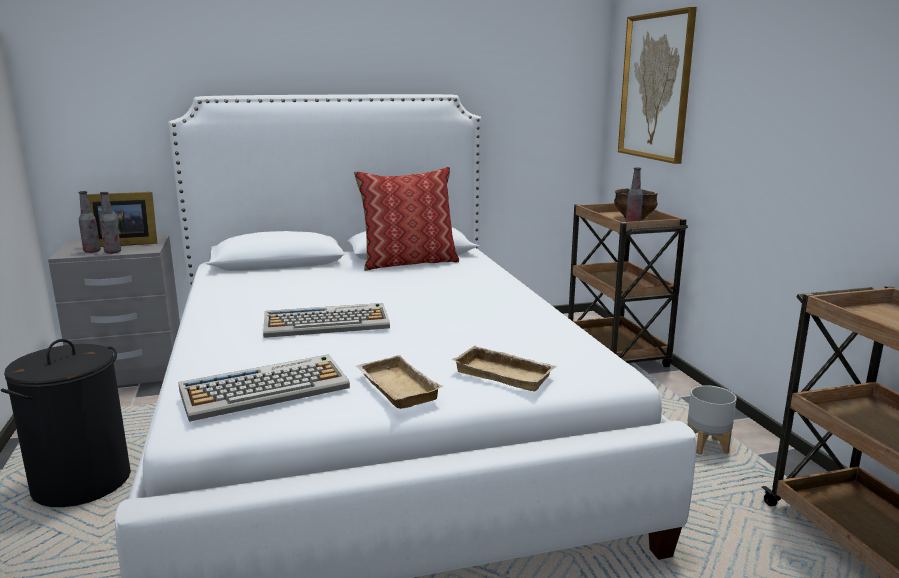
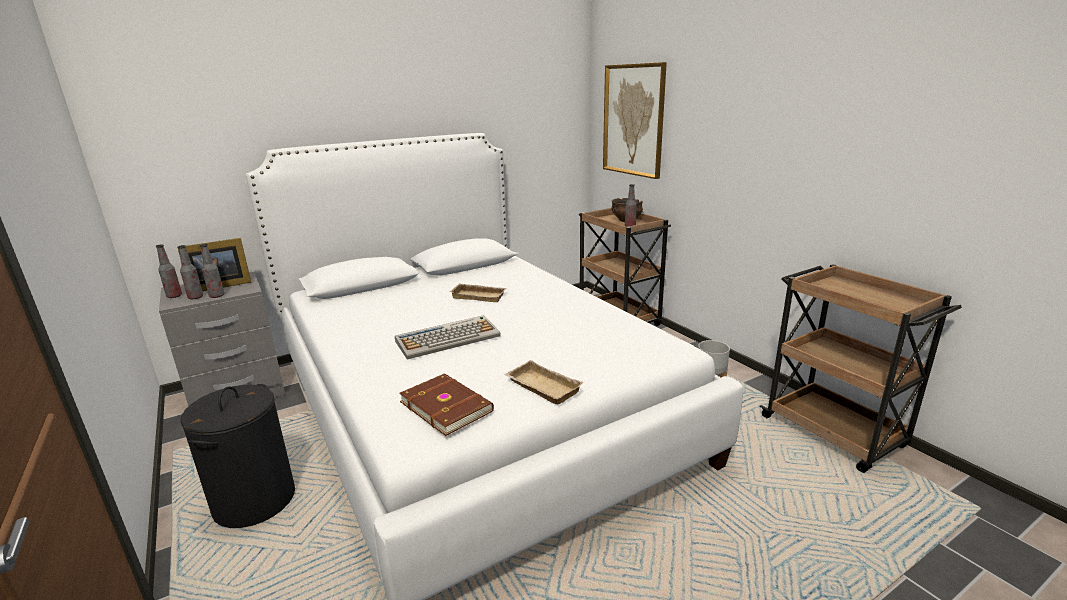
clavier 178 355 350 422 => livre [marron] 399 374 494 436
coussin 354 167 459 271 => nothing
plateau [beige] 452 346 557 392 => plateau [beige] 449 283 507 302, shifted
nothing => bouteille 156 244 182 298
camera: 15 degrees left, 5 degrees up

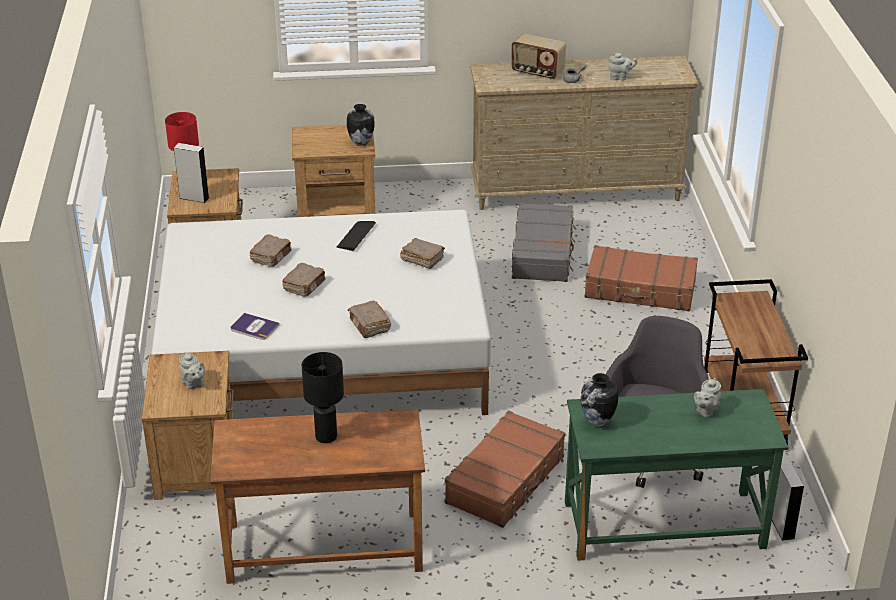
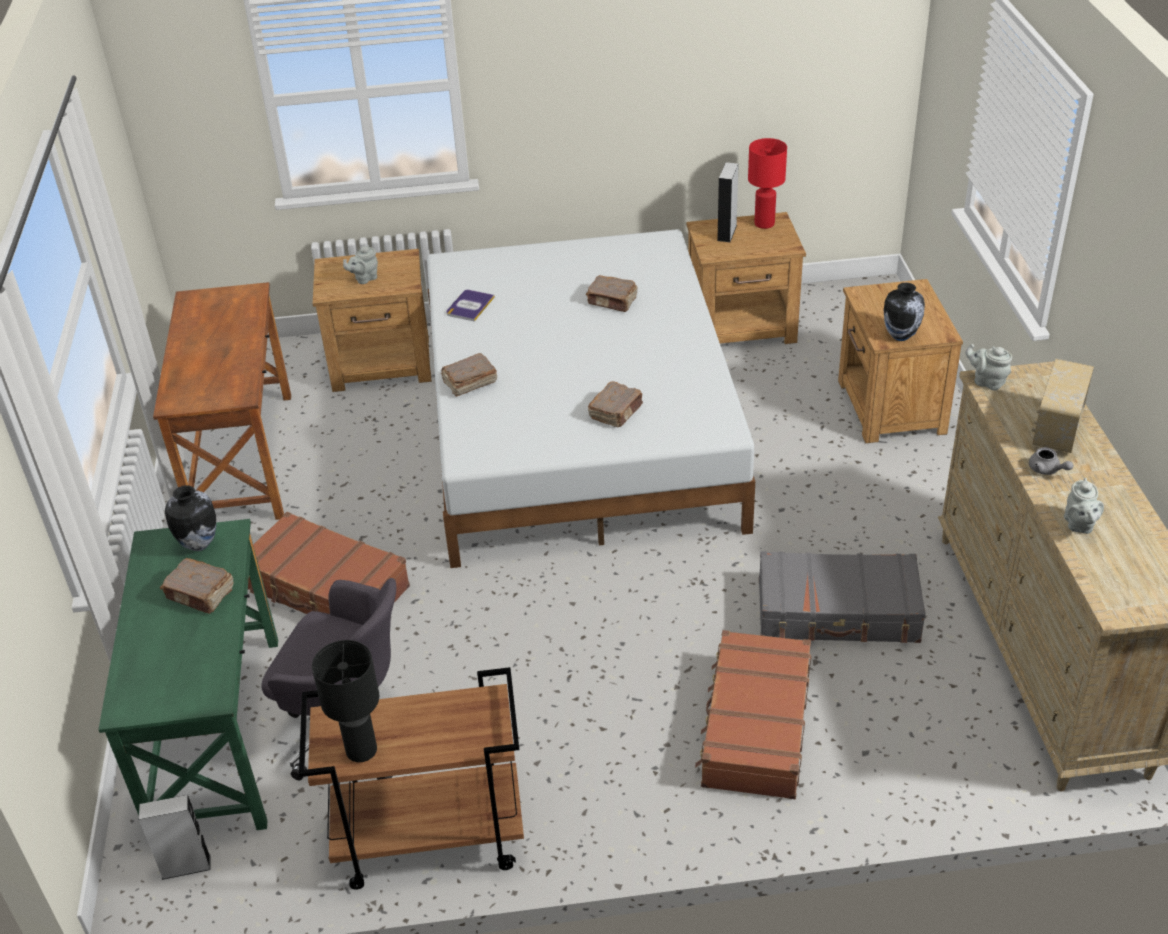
livre [marron] 282 263 326 297 => livre [marron] 160 558 234 614, shifted
lampe de table [noir] 302 352 344 443 => lampe de table [noir] 312 640 379 762, shifted
clavier 337 221 376 251 => nothing
théière [gris] 694 378 721 418 => théière [gris] 965 344 1012 390, shifted
camera: 90 degrees right, 5 degrees up

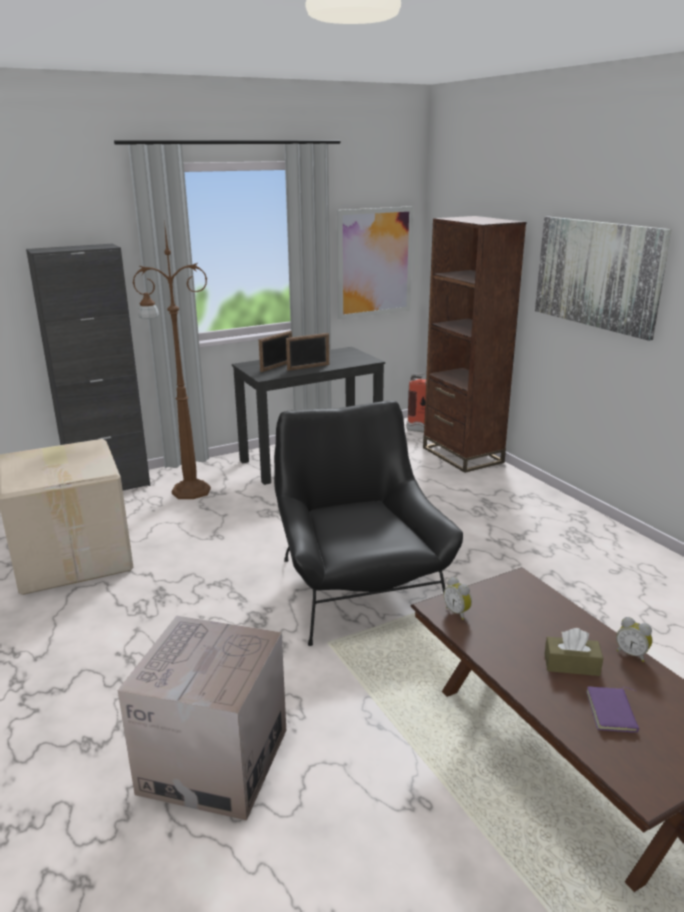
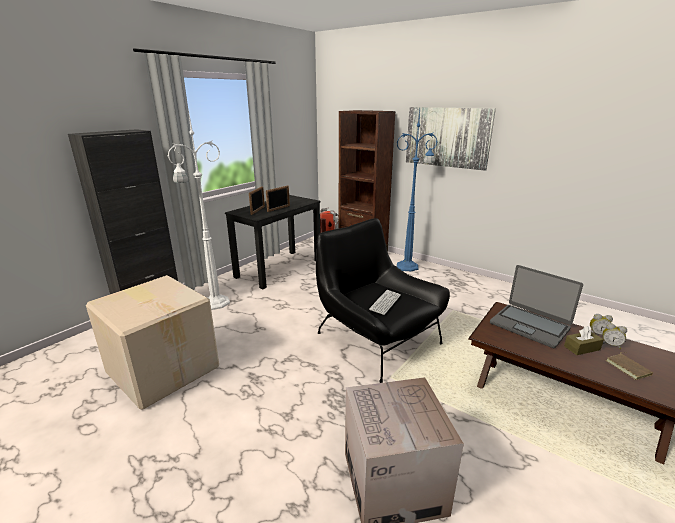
lampadaire [marron] 132 221 211 499 => lampadaire [blanc] 168 109 230 310
tableau 337 206 413 319 => nothing
réveil 444 577 472 620 => réveil 603 323 627 349, shifted
livre [violet] 586 686 639 733 => livre [marron] 606 352 653 380
nothing => clavier 369 290 401 315
nothing => lampadaire [bleu] 397 111 437 271
nothing => ordinateur portable 490 265 583 348
camera: 25 degrees left, 0 degrees up

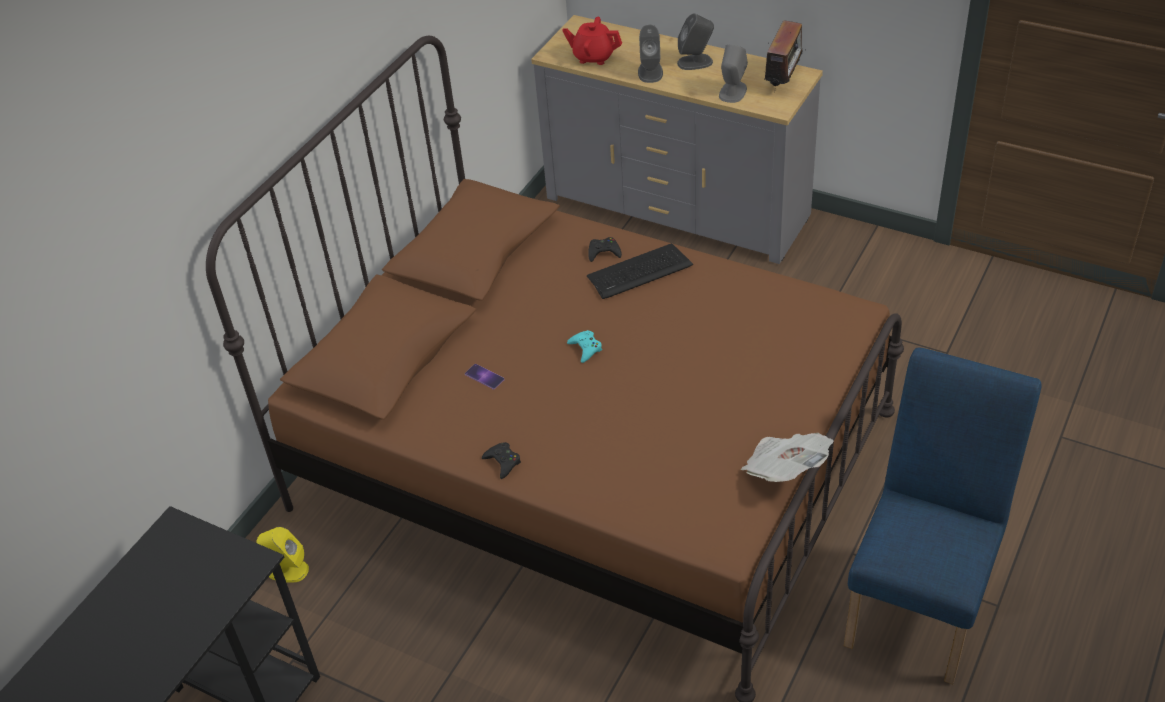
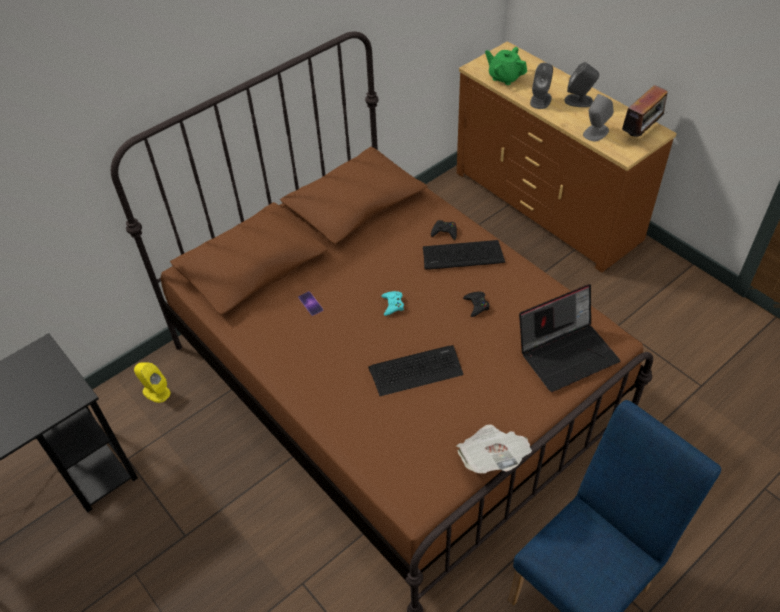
manette [noir] 482 442 521 479 => manette [noir] 463 292 490 317, shifted
commode [gris] 531 15 823 264 => commode [marron] 457 41 677 273
théière [rouge] 562 17 622 65 => théière [vert] 485 47 527 85
nothing => clavier 368 345 463 396
nothing => ordinateur portable 519 284 620 392
camera: 20 degrees right, 5 degrees up

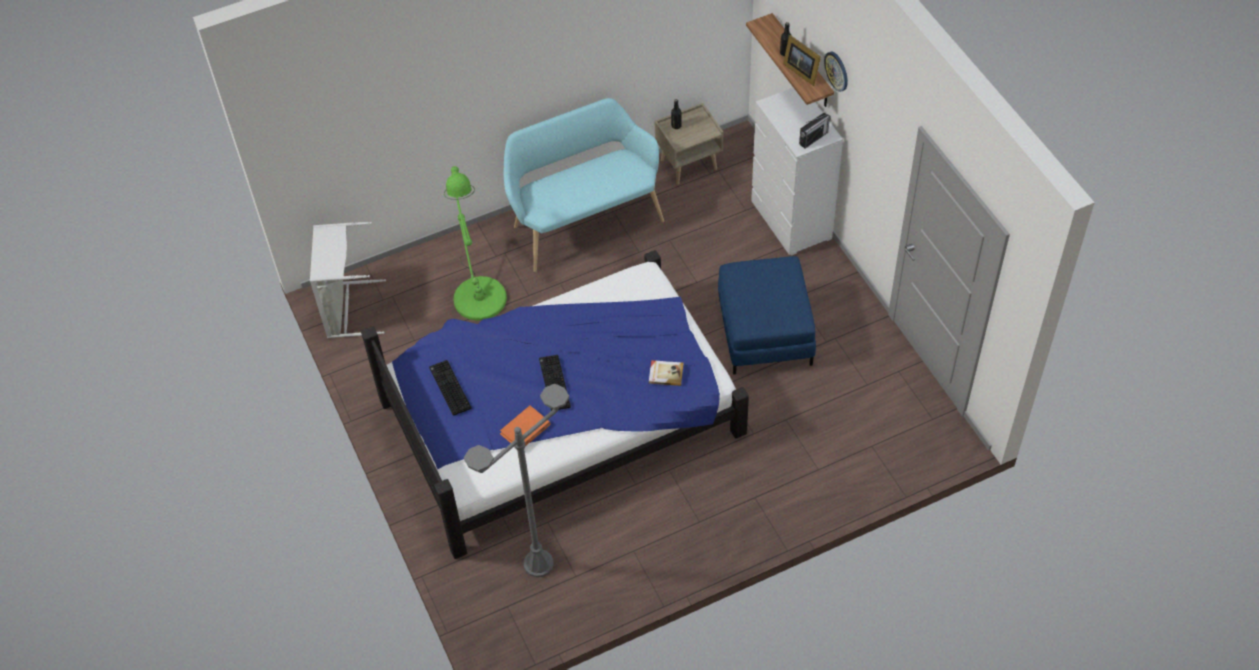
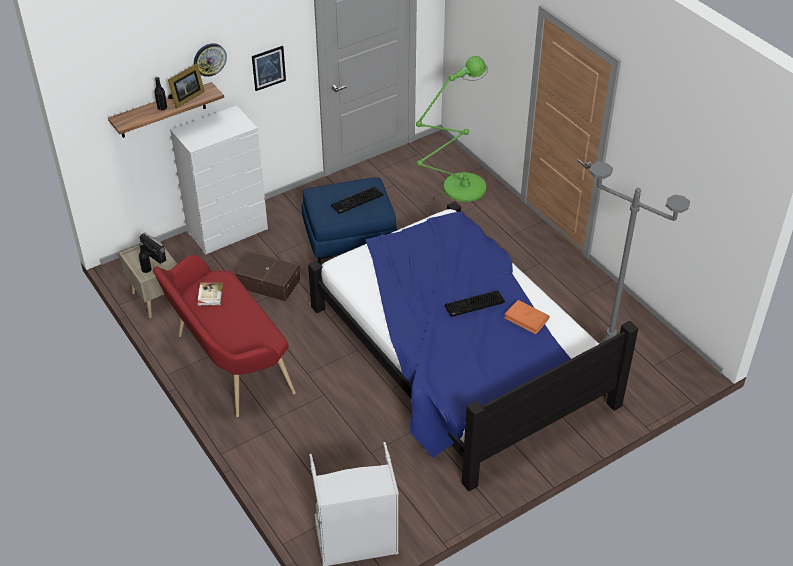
clavier 429 360 472 416 => clavier 331 187 383 214, shifted
lampadaire [vert] 444 166 507 321 => lampadaire [vert] 416 56 488 204, shifted
banc [turquoise] 504 98 664 272 => banc [rouge] 153 255 296 417
livre 649 360 684 386 => livre 197 283 223 306, shifted
radio 799 113 831 148 => radio 140 233 166 264, shifted
nothing => boîte de rangement [marron] 235 251 300 301
nothing => tableau 252 46 286 91
camera: 100 degrees left, 10 degrees down

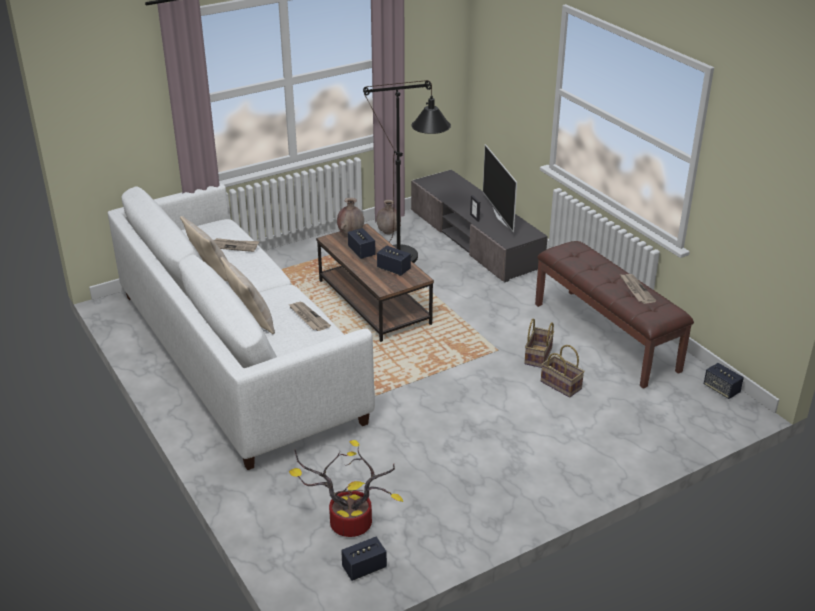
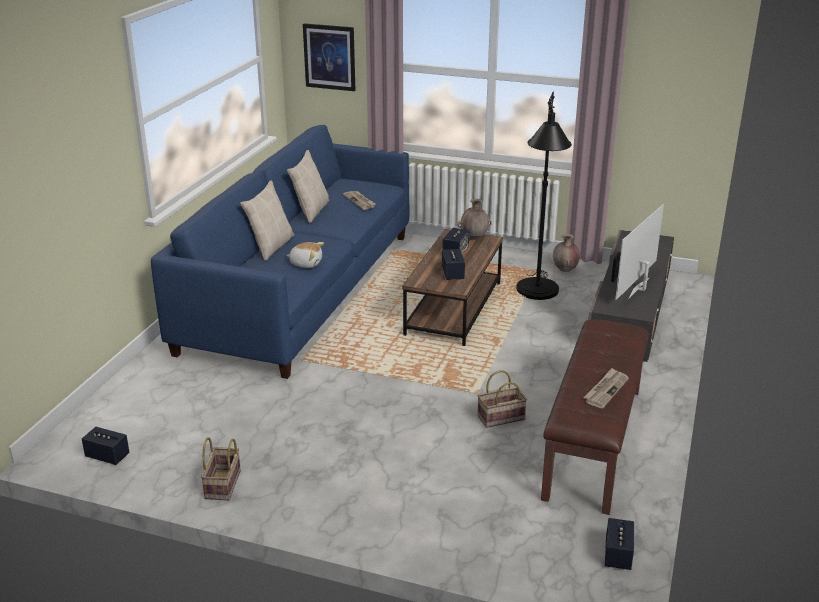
canapé [blanc] 108 183 375 470 => canapé [bleu] 151 125 410 379
journal 288 302 331 331 => peluche 286 242 324 268
plante en pot 289 440 403 537 => nothing
panier 541 345 585 398 => panier 201 437 241 500, shifted
nothing => tableau 303 23 355 91
camera: 50 degrees right, 5 degrees down

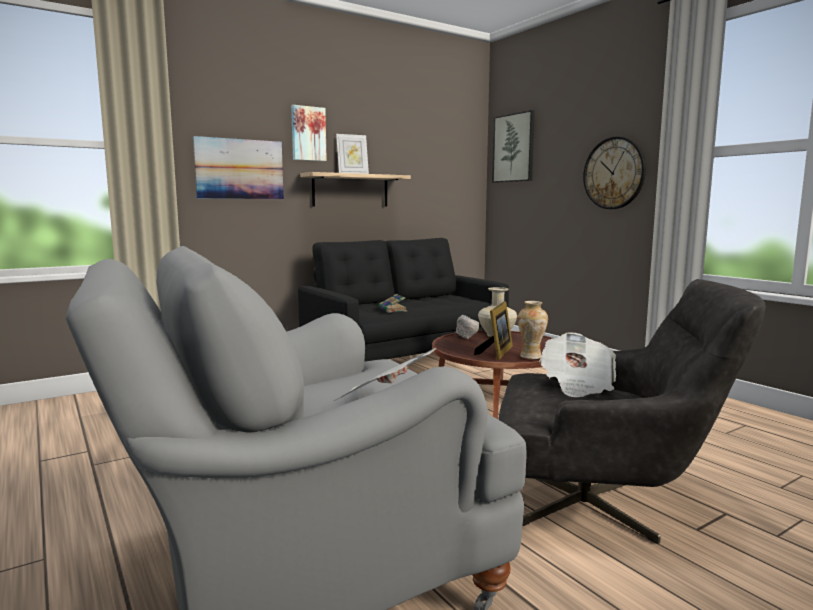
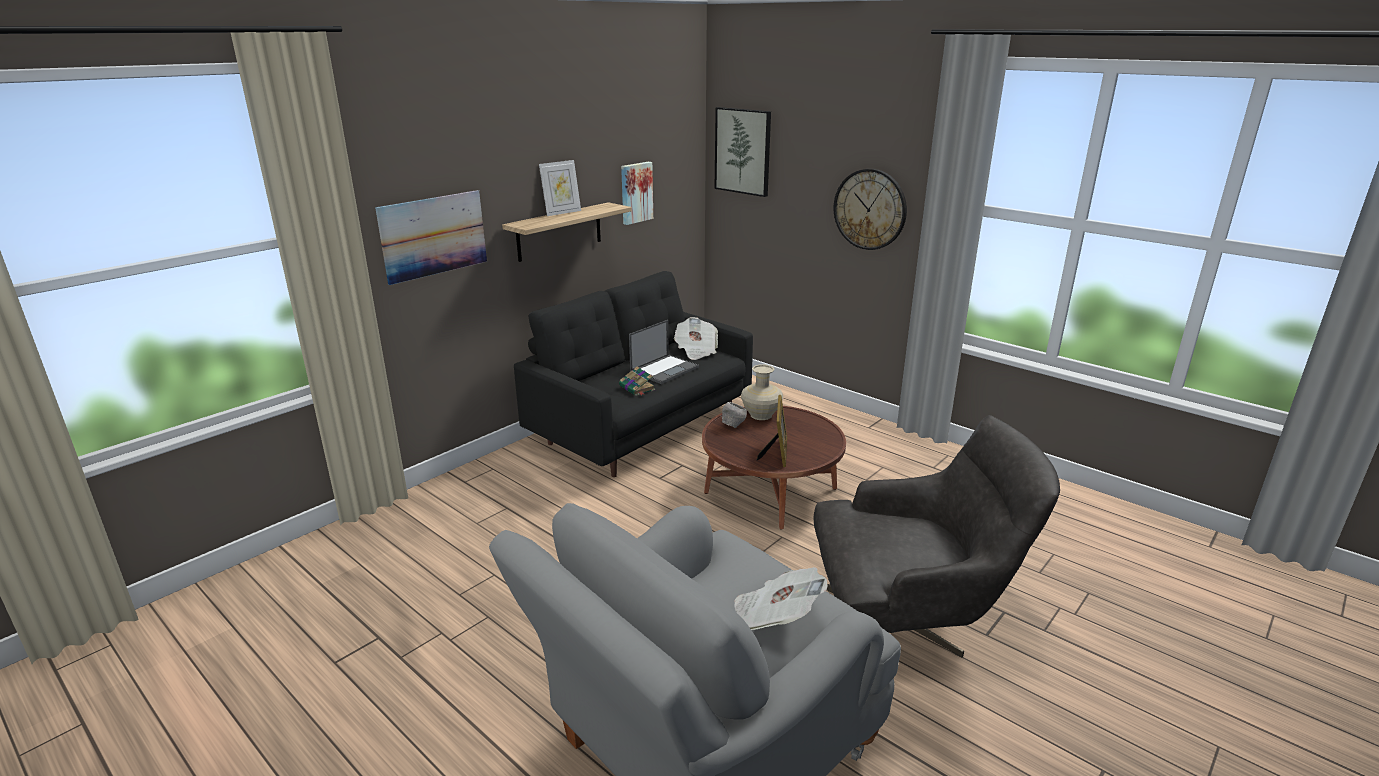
tableau 291 105 327 161 => tableau 621 162 653 225, shifted
vase 518 301 548 359 => nothing
journal 539 332 616 397 => journal 674 317 718 360, shifted
nothing => ordinateur portable 629 320 699 384
camera: 15 degrees left, 15 degrees up

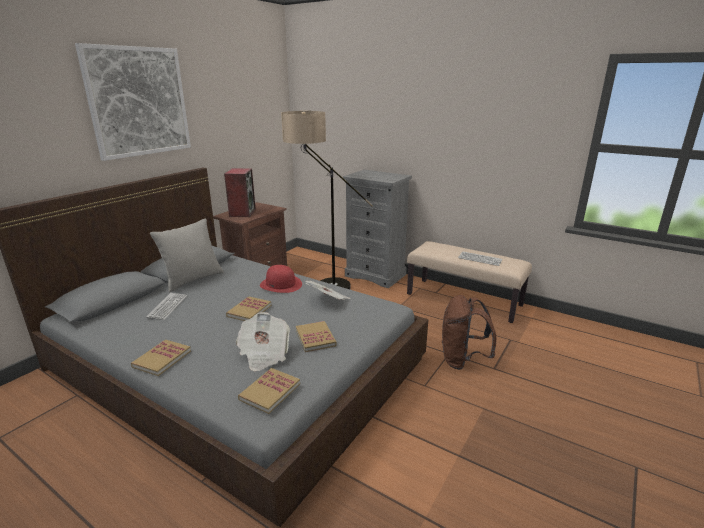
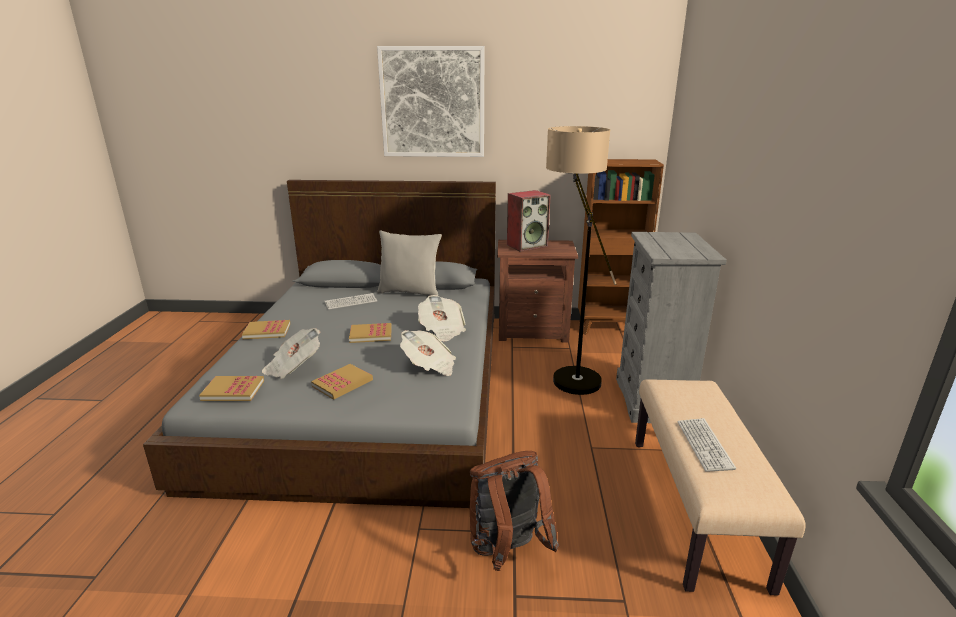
chapeau [rouge] 260 265 302 293 => journal 418 295 466 342
nothing => bibliothèque [marron] 578 159 664 335
camera: 60 degrees right, 0 degrees up

